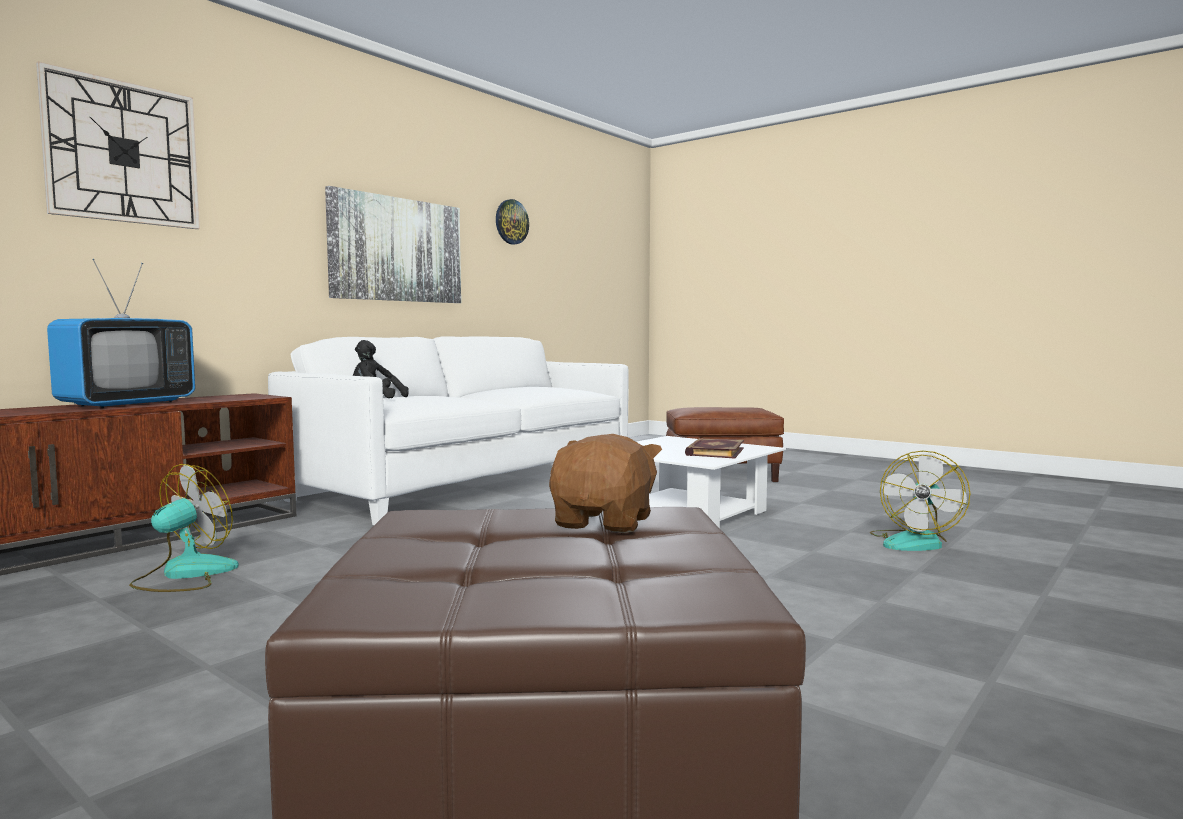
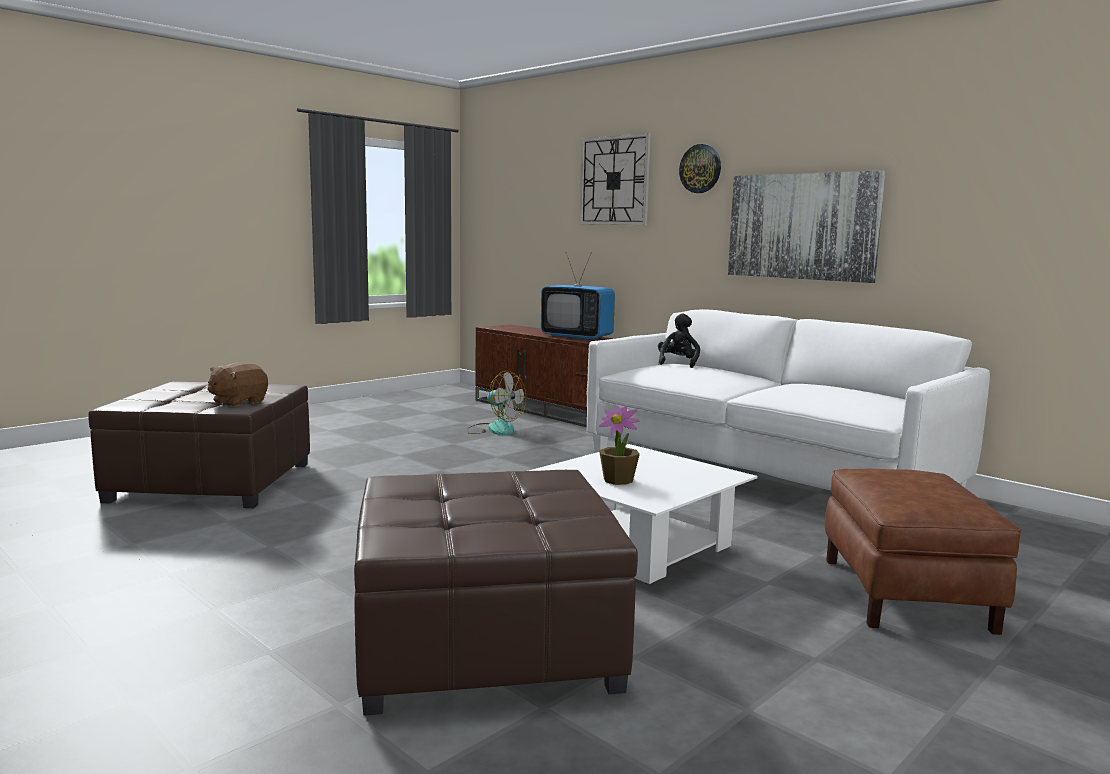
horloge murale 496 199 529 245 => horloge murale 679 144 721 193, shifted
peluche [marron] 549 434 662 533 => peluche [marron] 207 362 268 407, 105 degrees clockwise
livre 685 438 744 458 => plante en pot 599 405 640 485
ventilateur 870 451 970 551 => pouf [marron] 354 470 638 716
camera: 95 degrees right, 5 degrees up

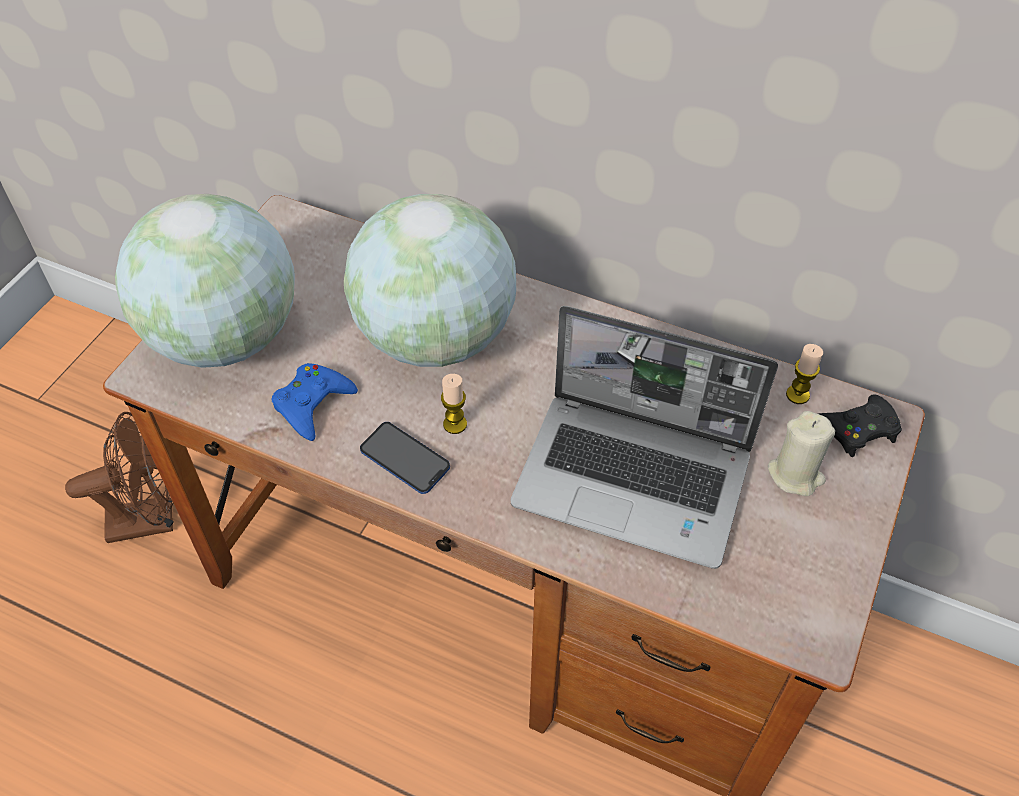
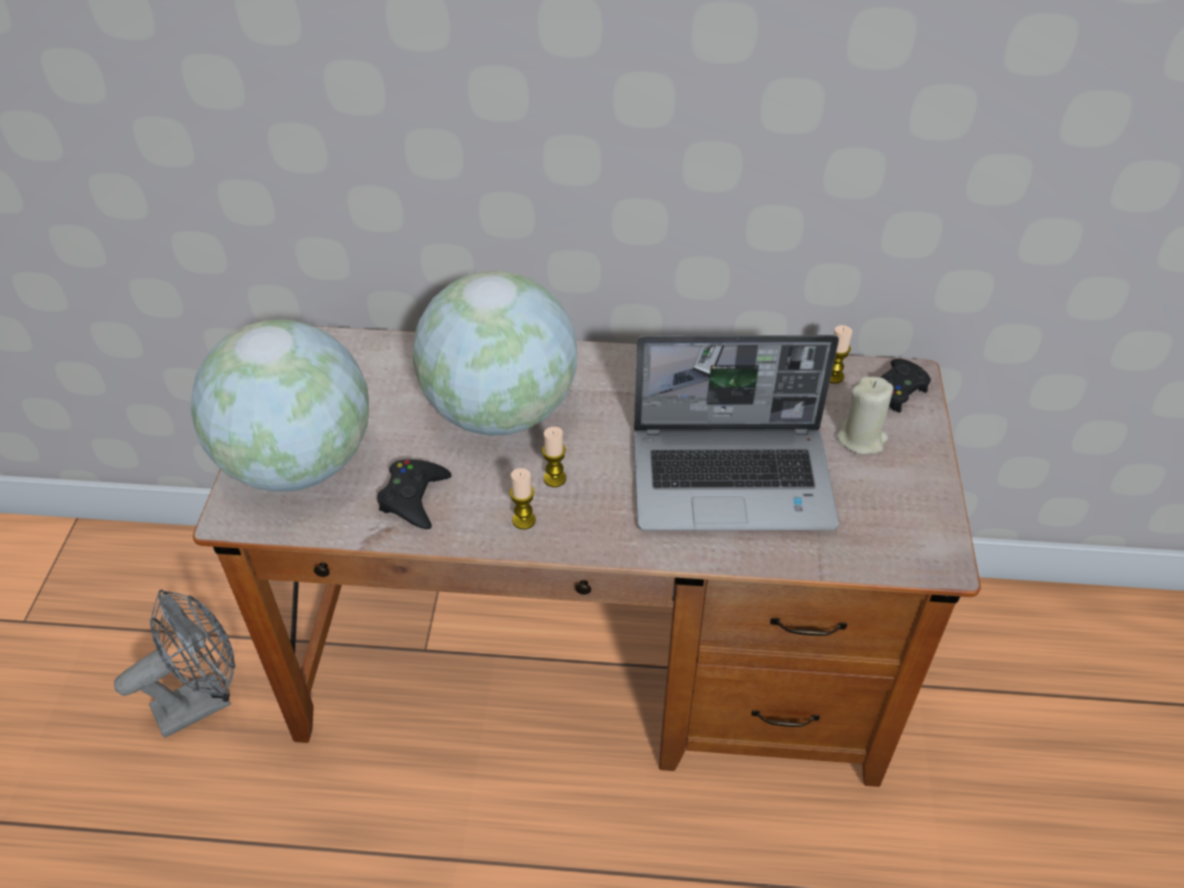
ventilateur [marron] 65 412 174 543 => ventilateur [gris] 114 590 235 738
manette [bleu] 271 363 358 441 => manette [noir] 377 459 452 529
téléphone 360 422 450 494 => bougie 510 468 536 530
camera: 20 degrees left, 5 degrees down

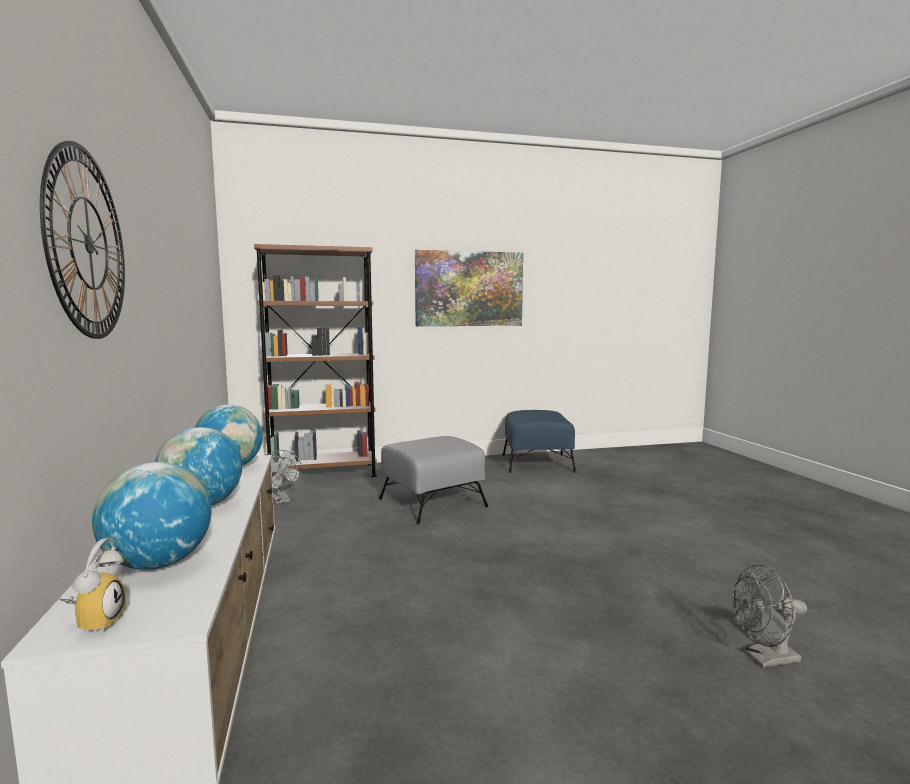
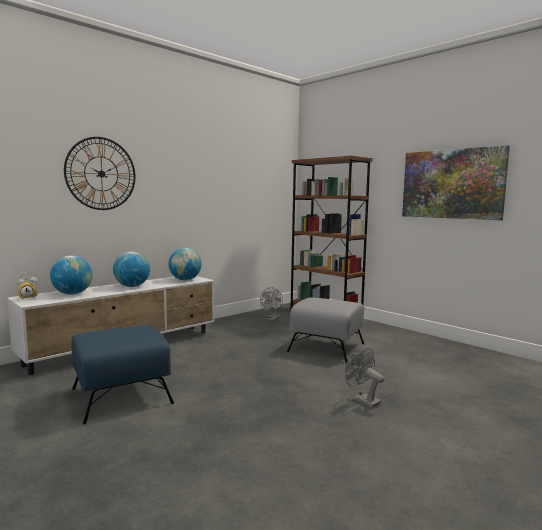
pouf [bleu] 503 410 576 473 => pouf [bleu] 71 325 174 424, shifted
ventilateur [gris] 732 564 807 667 => ventilateur [gris] 345 347 384 408, shifted
camera: 60 degrees right, 0 degrees up

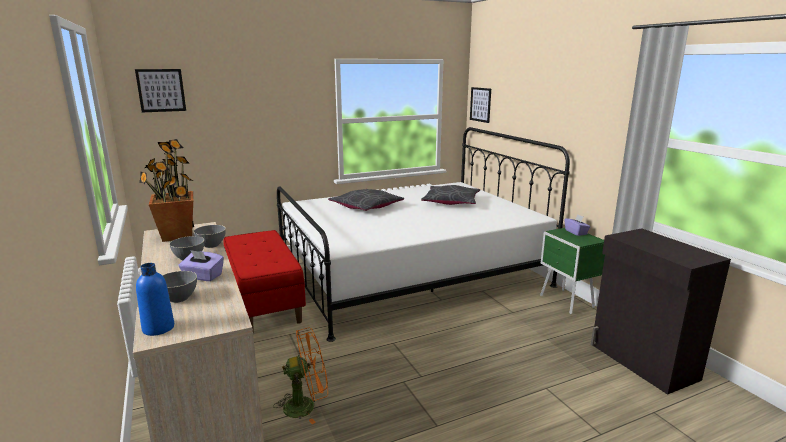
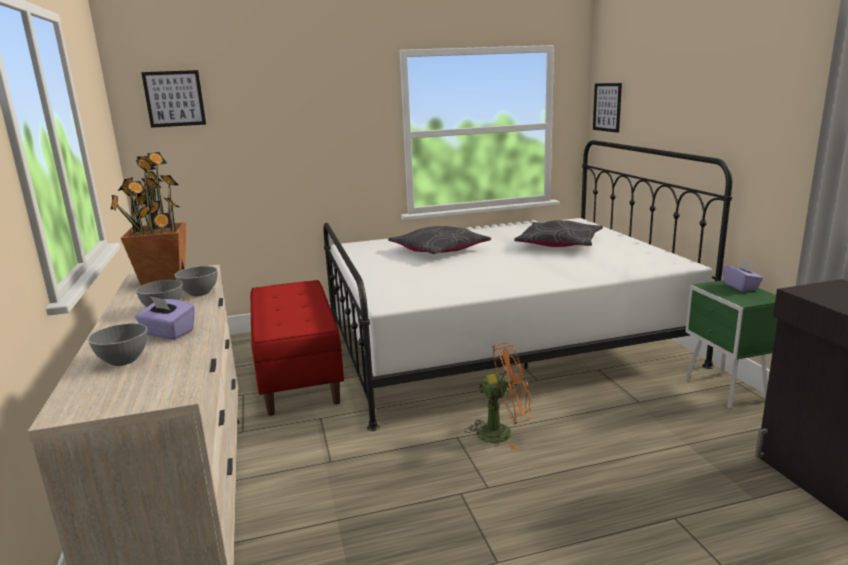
bouteille [bleu] 136 263 174 336 => nothing
ventilateur [orange] 273 328 328 424 => ventilateur [orange] 465 343 532 450, shifted
camera: 10 degrees right, 0 degrees up

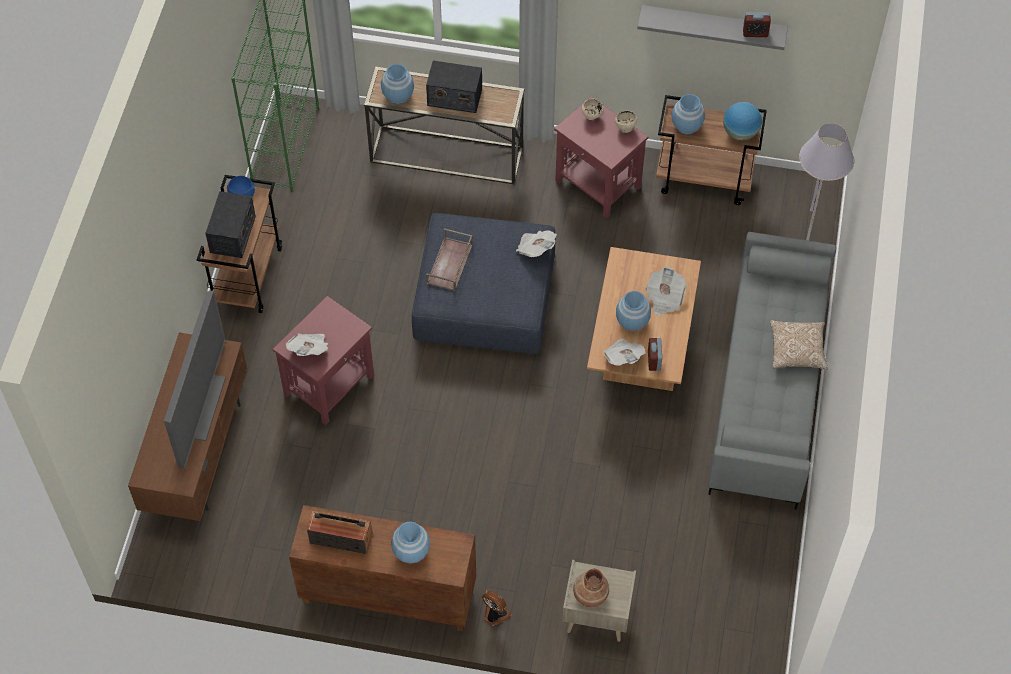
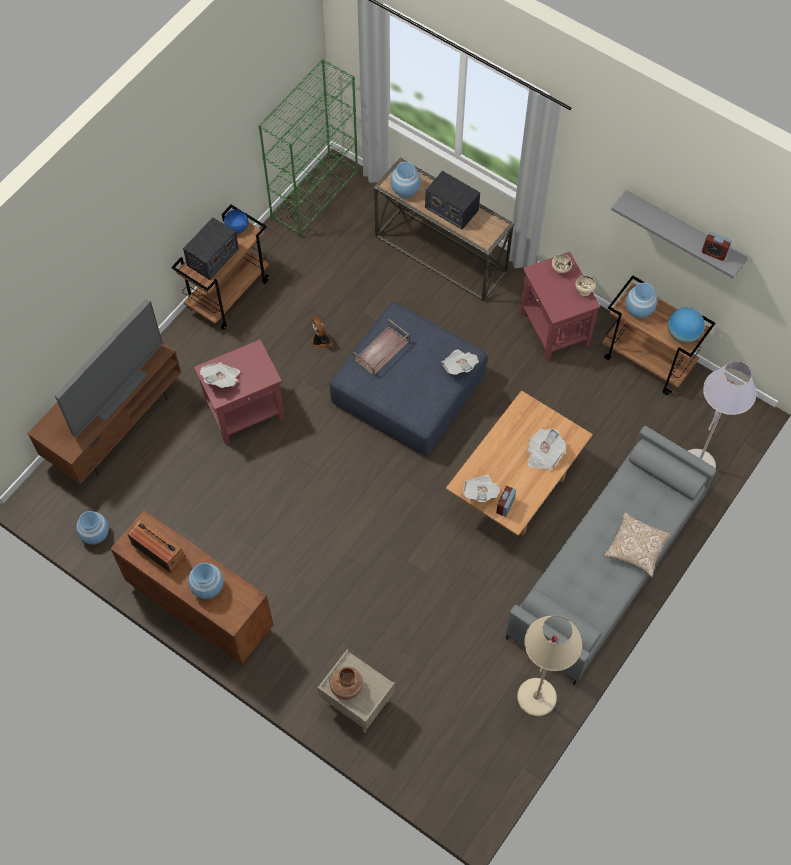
ventilateur 482 590 511 626 => ventilateur 311 316 333 348, shifted
vase [bleu] 616 291 651 331 => vase [bleu] 76 511 109 544, shifted
nothing => lampadaire [beige] 517 615 582 716
camera: 25 degrees right, 5 degrees up

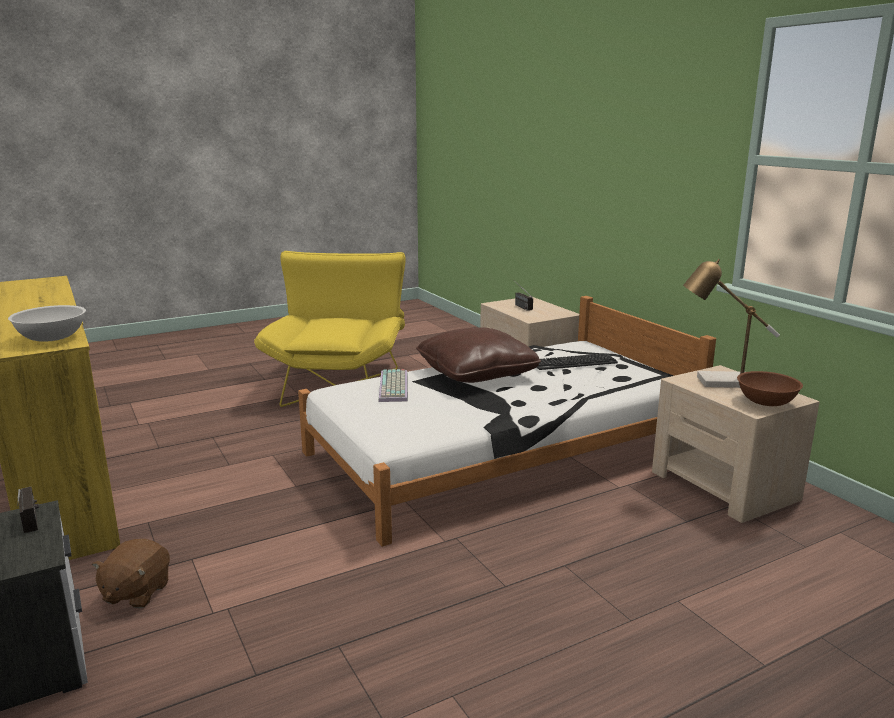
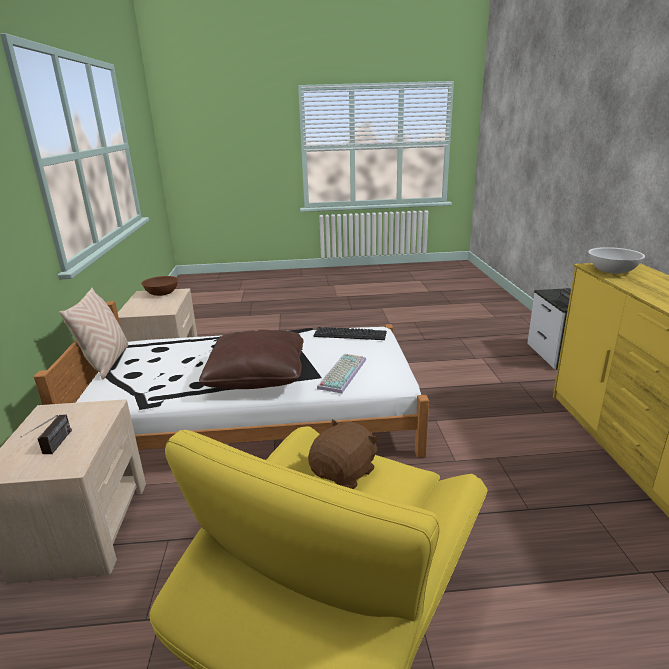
peluche [marron] 92 539 170 609 => peluche [marron] 308 419 380 489, shifted
clavier 537 353 618 370 => clavier 314 327 387 340, shifted
lampe de table 683 259 780 388 => nothing
nothing => coussin [beige] 60 288 128 379
camera: 155 degrees left, 5 degrees up

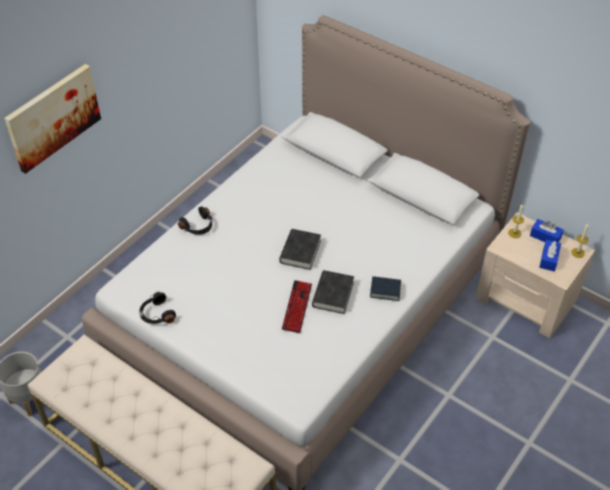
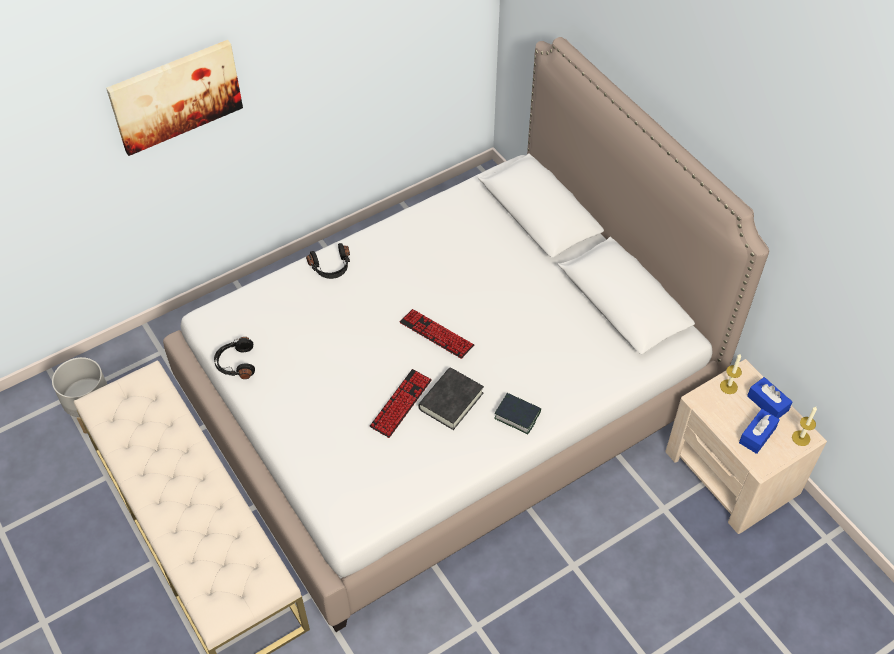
livre [noir] 279 229 321 270 => clavier 400 309 474 359
camera: 20 degrees right, 5 degrees up

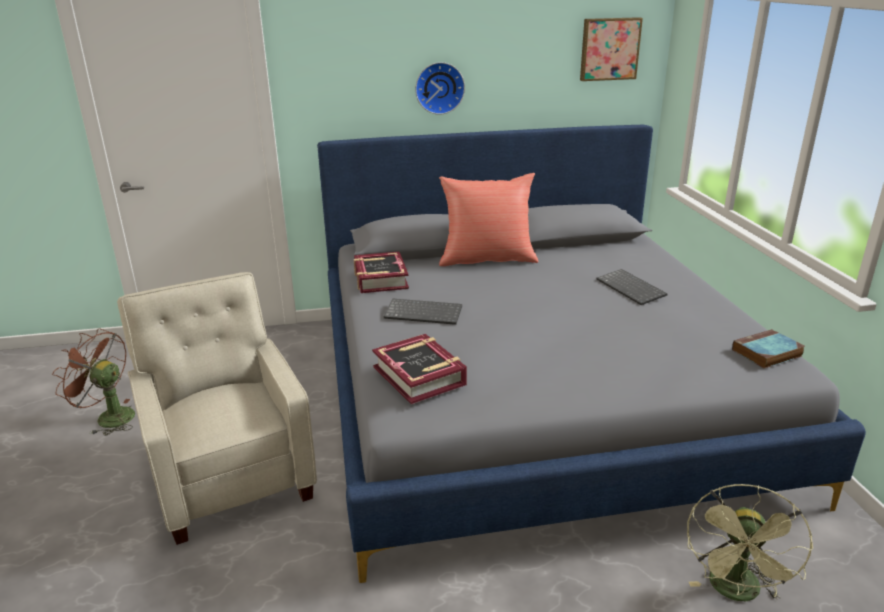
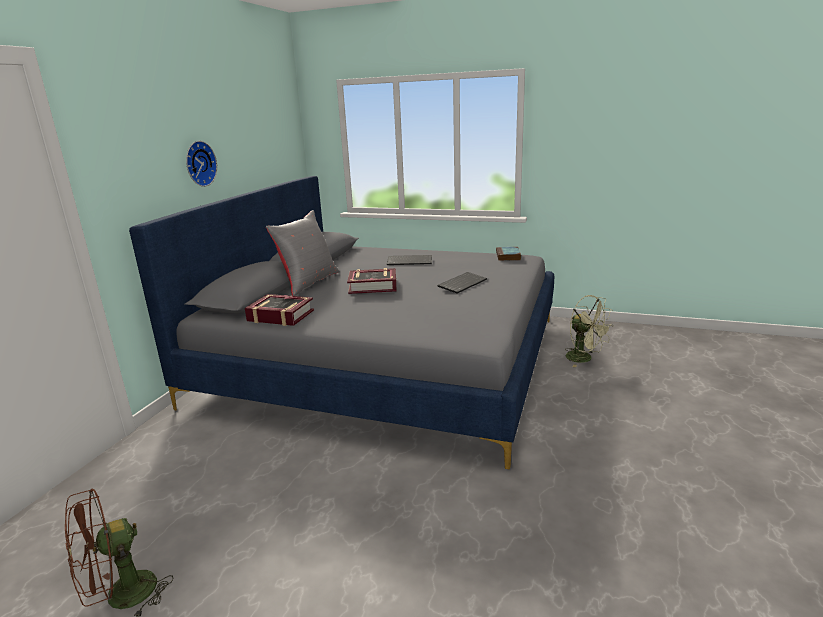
fauteuil [beige] 117 272 317 545 => nothing
livre 372 334 467 404 => livre 347 268 396 294, shifted
clavier 384 299 462 325 => clavier 437 272 487 293, shifted
coussin [rouge] 439 173 538 266 => coussin [gris] 266 210 339 296
tableau 580 17 643 81 => nothing
camera: 60 degrees left, 5 degrees down

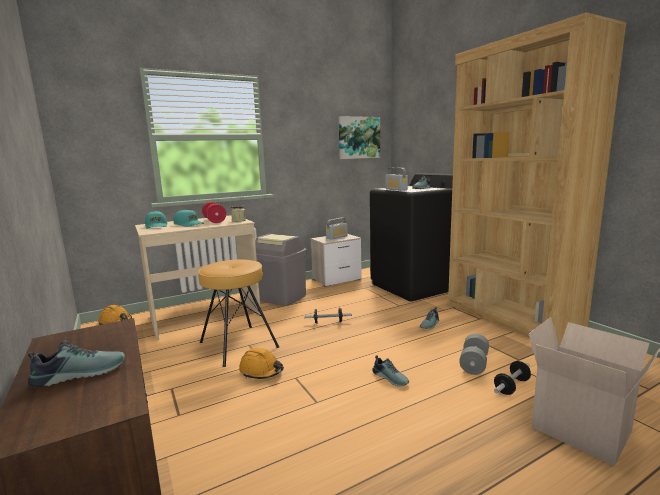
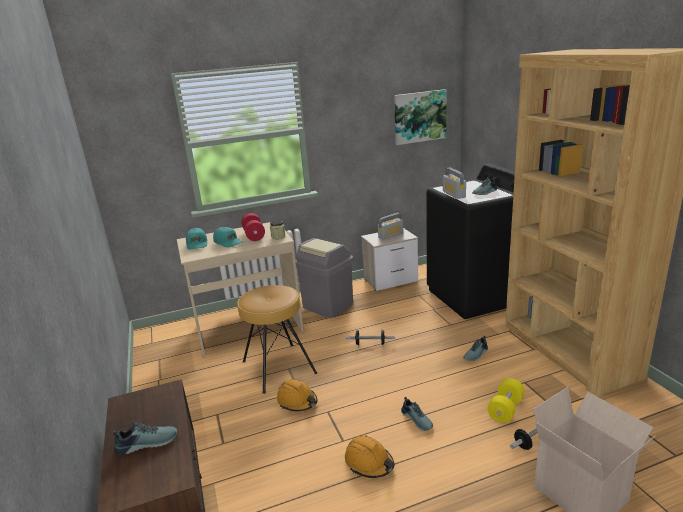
casque de chantier [orange] 98 305 132 325 => casque de chantier [orange] 345 435 394 478, shifted
haltère [gris] 459 333 489 375 => haltère [jaune] 487 378 525 423
camera: 10 degrees right, 10 degrees up

